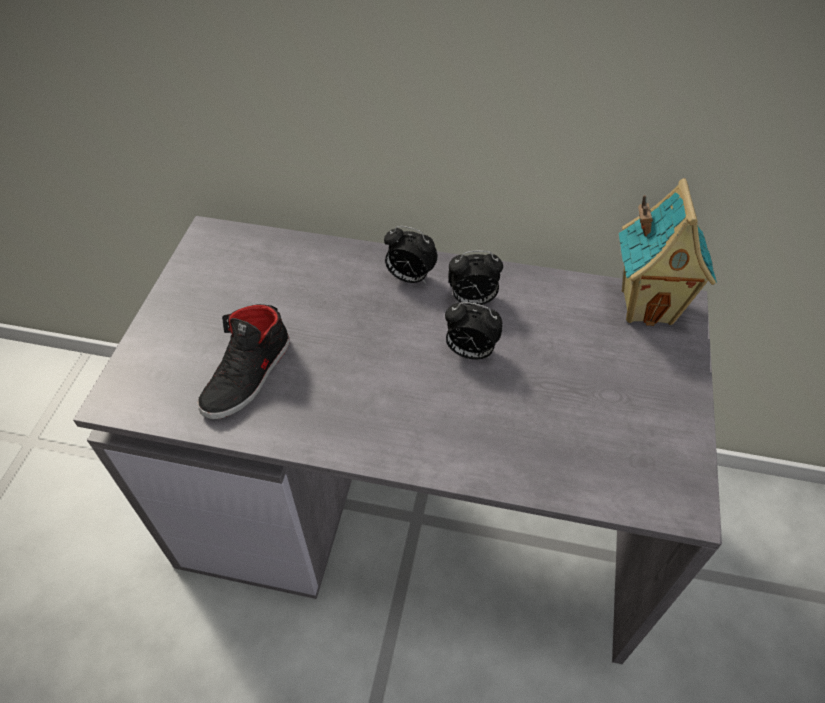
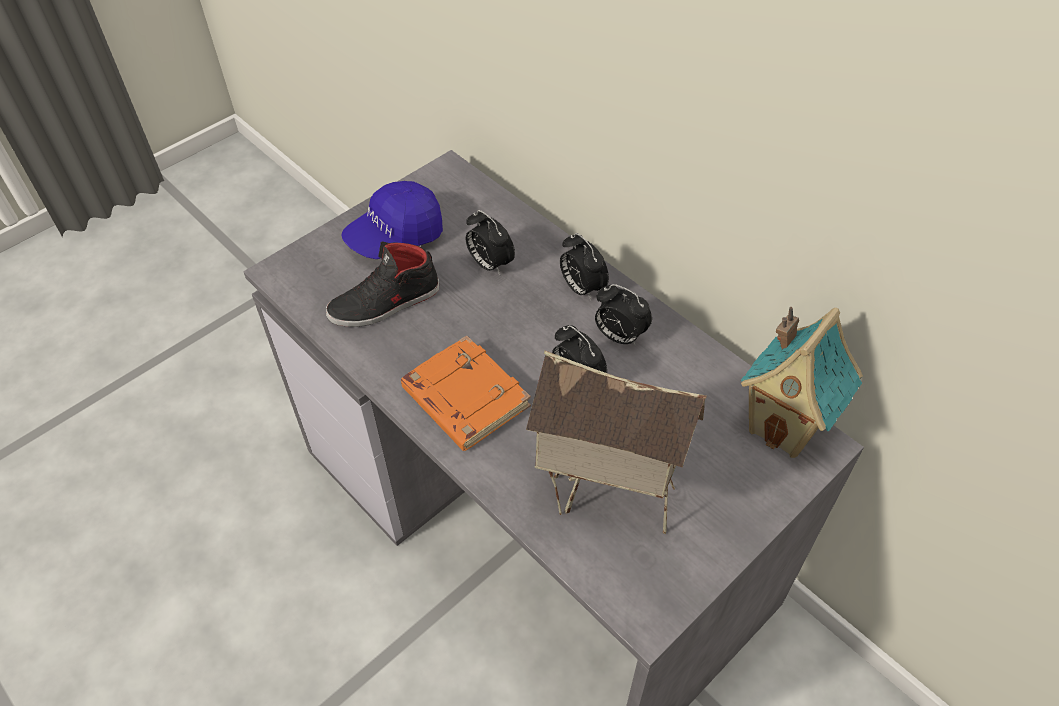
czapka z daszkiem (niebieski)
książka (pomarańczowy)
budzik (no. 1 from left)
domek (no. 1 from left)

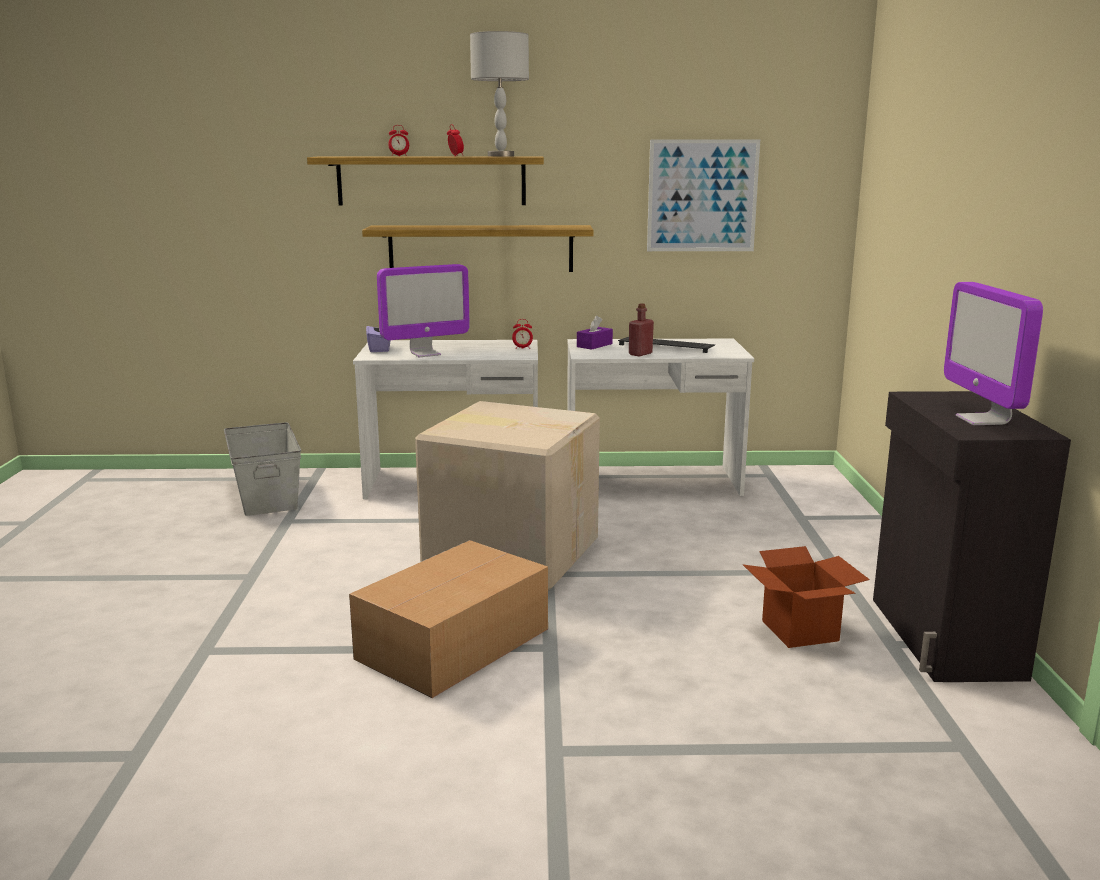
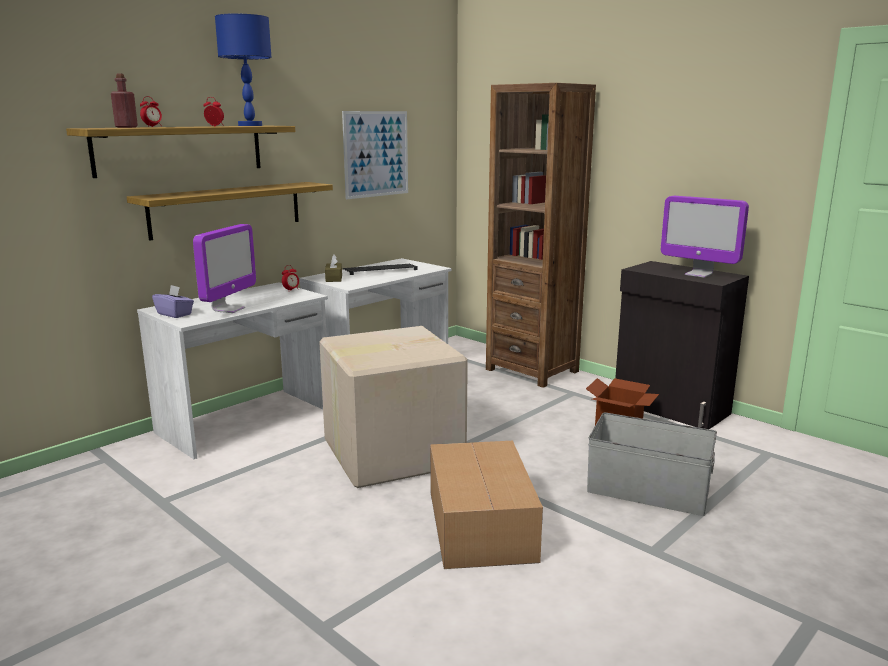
pojemnik do przechowywania (szary)
lampa stołowa (niebieski)
pudełko chusteczek (brązowy)
butelka (czerwony)
regał (brązowy)

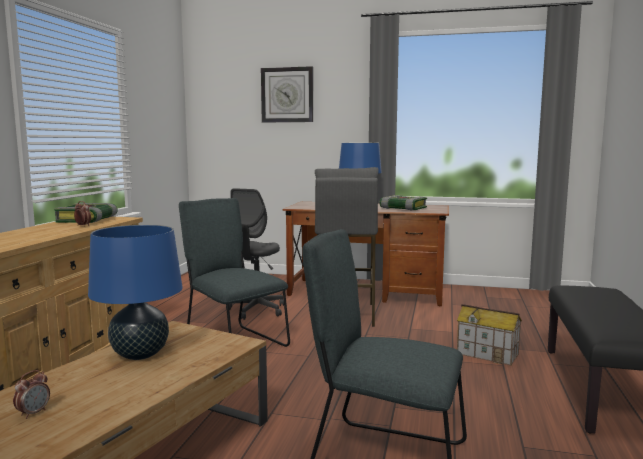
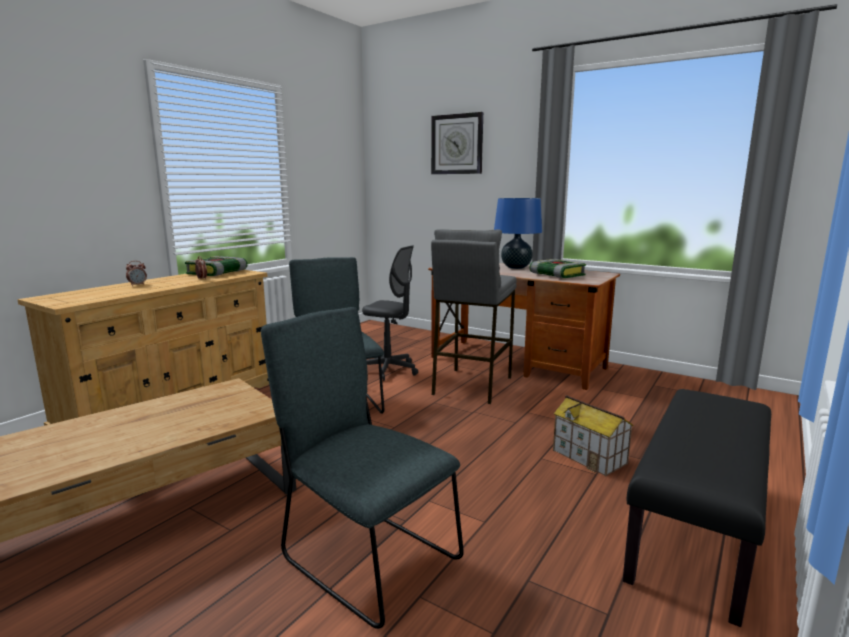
budzik (no. 1 from left)
lampa stołowa (niebieski) (no. 1 from left in the first image)
krzesło biurowe (szary)

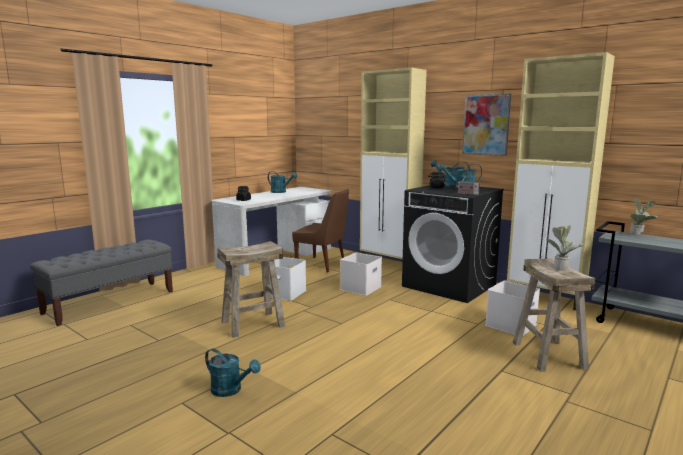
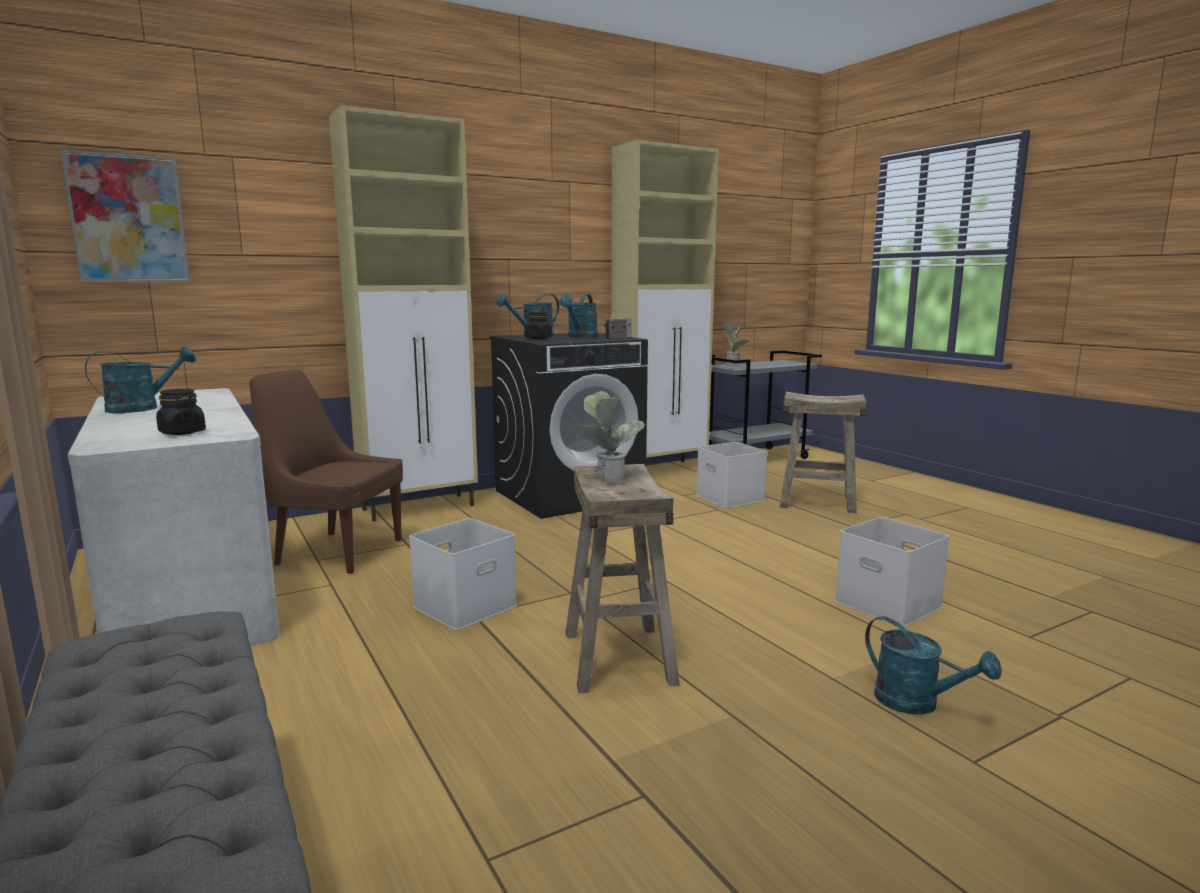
konewka (turkusowy) (no. 4 from left)
krzesło (brązowy)
pojemnik do przechowywania (biały) (no. 3 from left)
obraz
roślina doniczkowa (no. 1 from left)

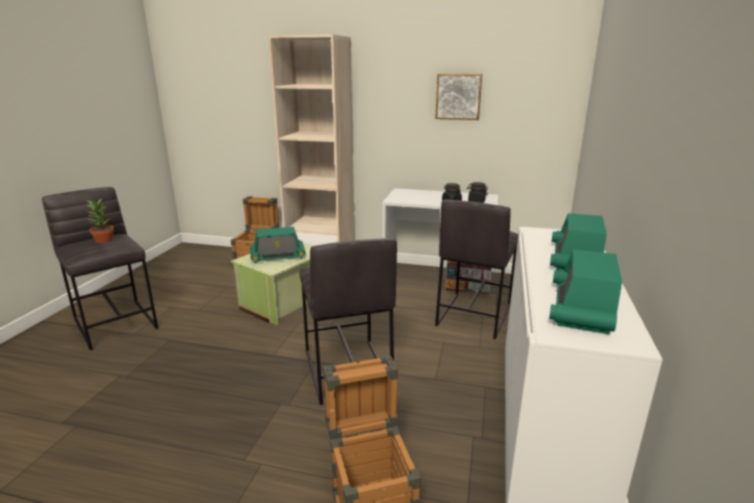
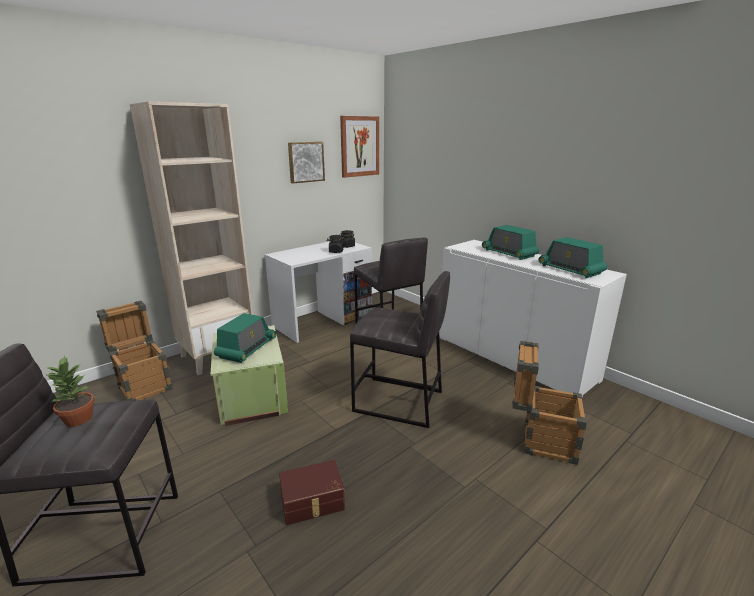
pojemnik do przechowywania (brązowy)
obraz (no. 2 from left)

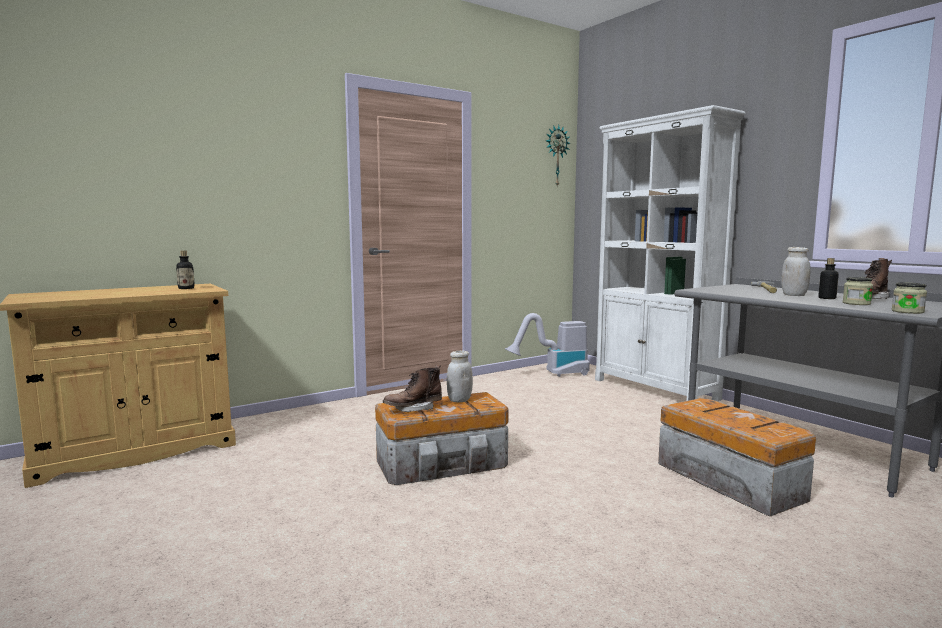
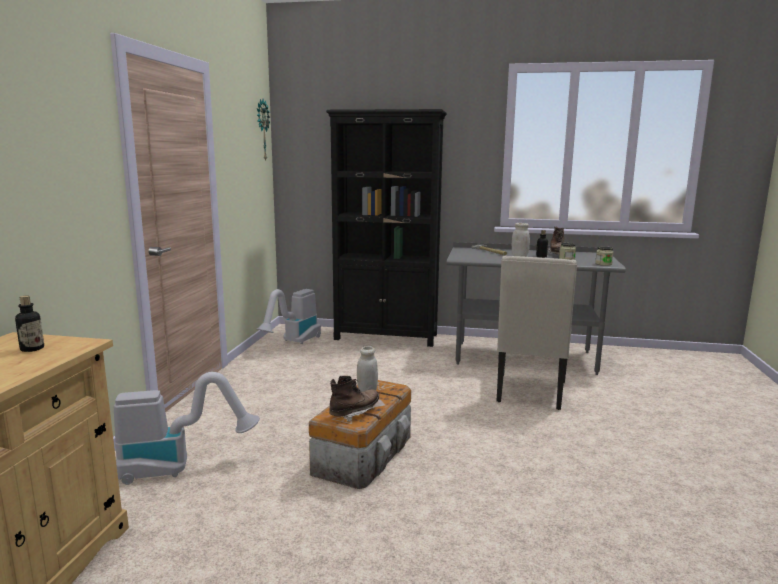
but z cholewką (brązowy) (no. 1 from left)
regał (czarny)
krzesło (beżowy)
odkurzacz (no. 1 from left)

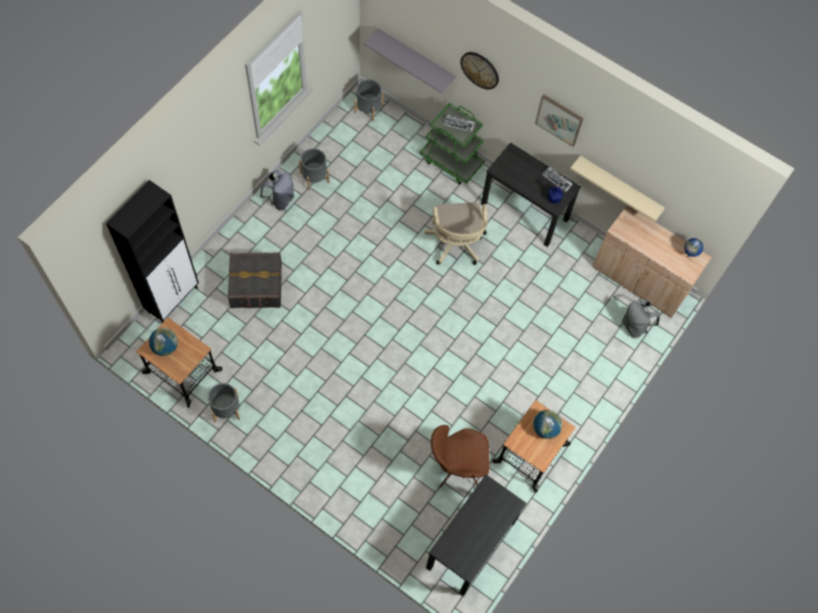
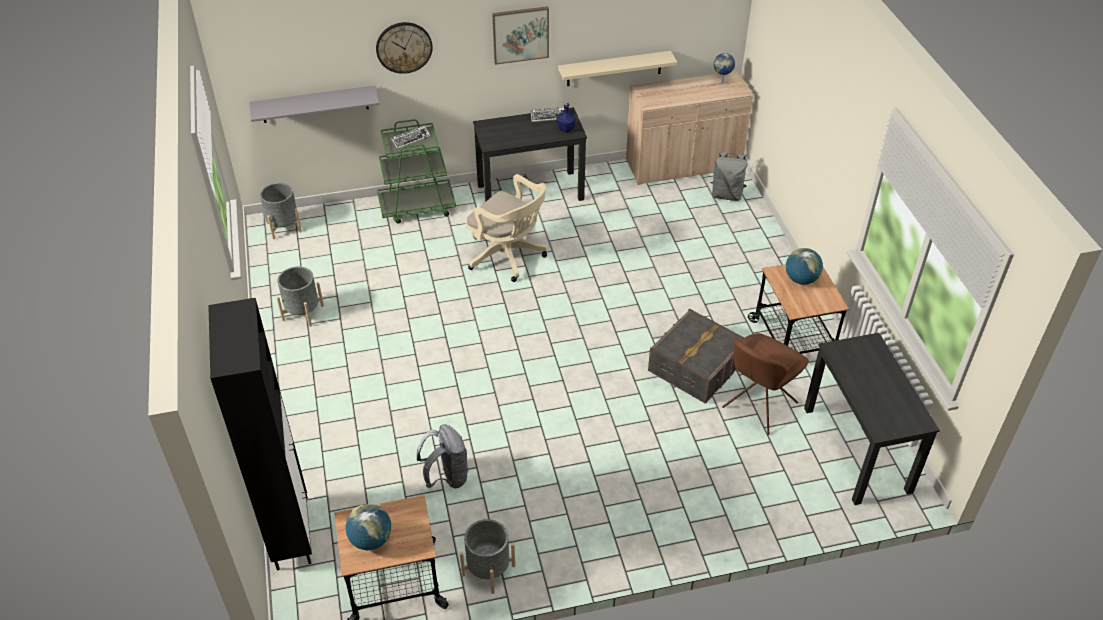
pojemnik do przechowywania (szary)
plecak (szary) (no. 1 from left)

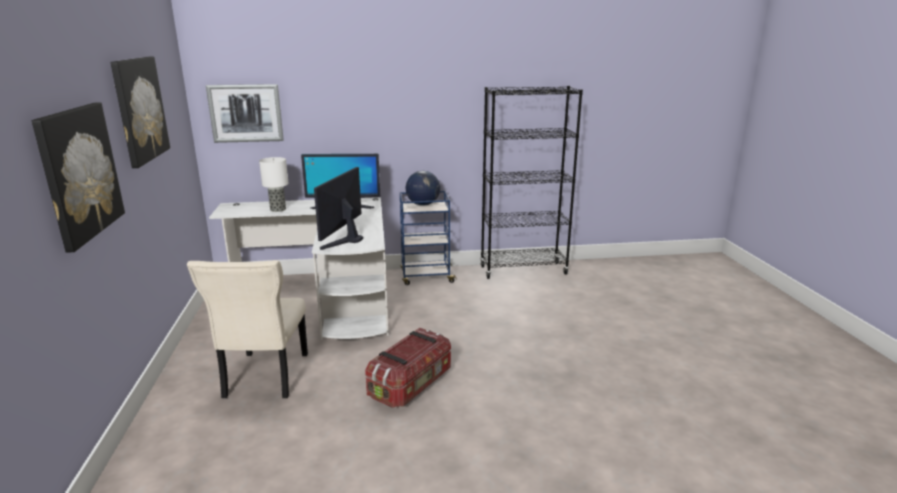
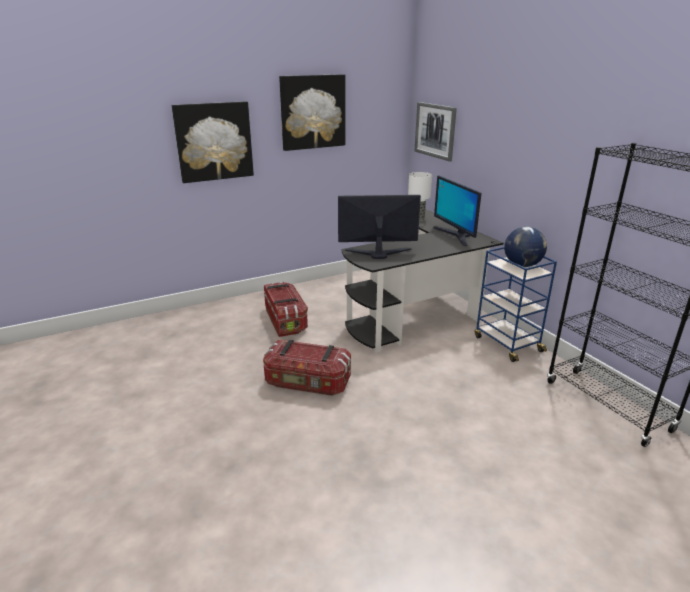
pojemnik do przechowywania (no. 1 from left)
biurko (czarny)

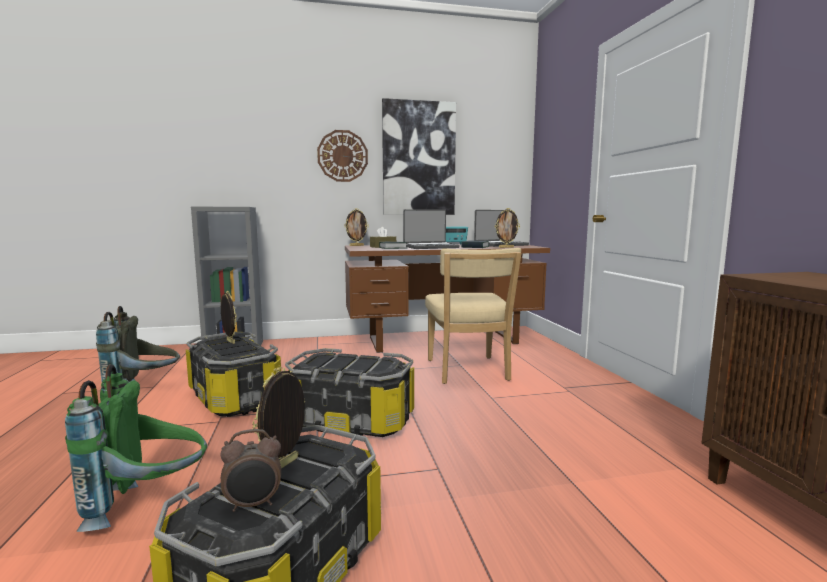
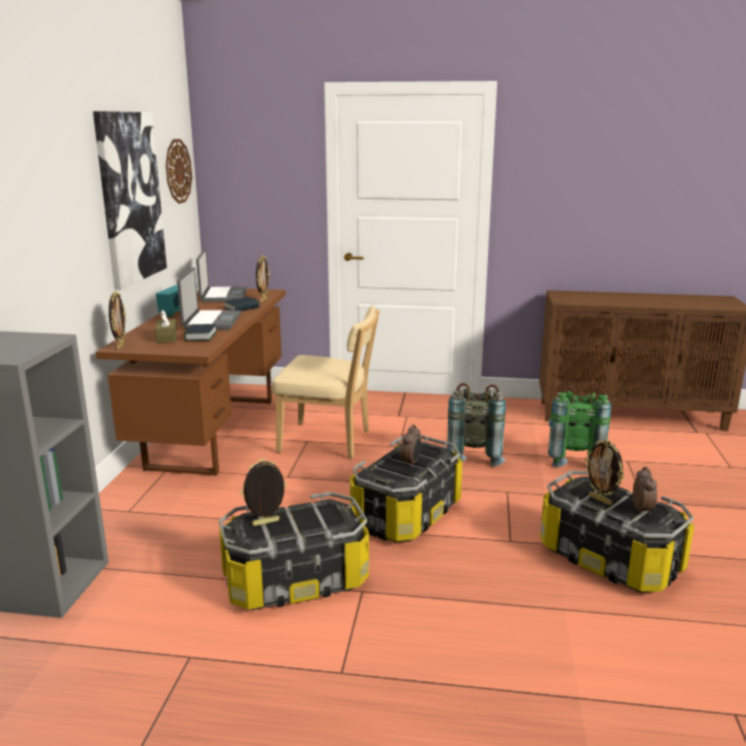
plecak (zielony)
plecak (szary)
zegar ścienny
budzik (no. 1 from left)

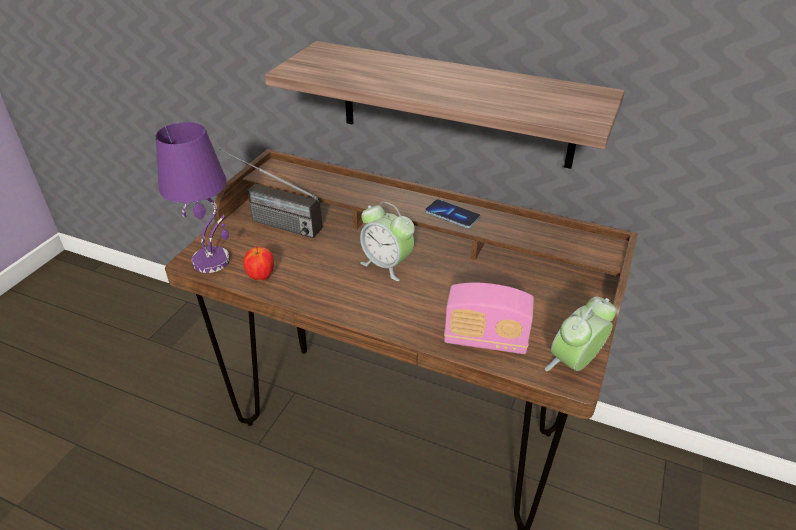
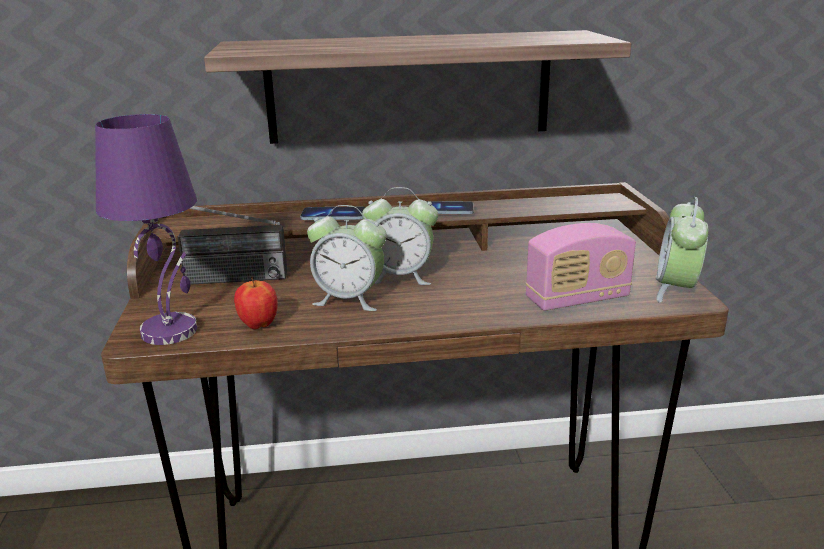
telefon (no. 1 from left)
budzik (no. 1 from left)

